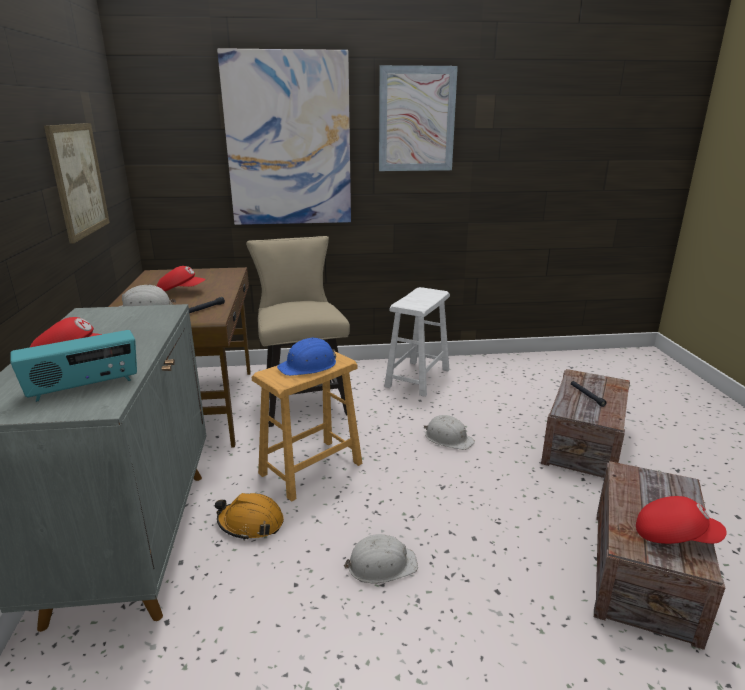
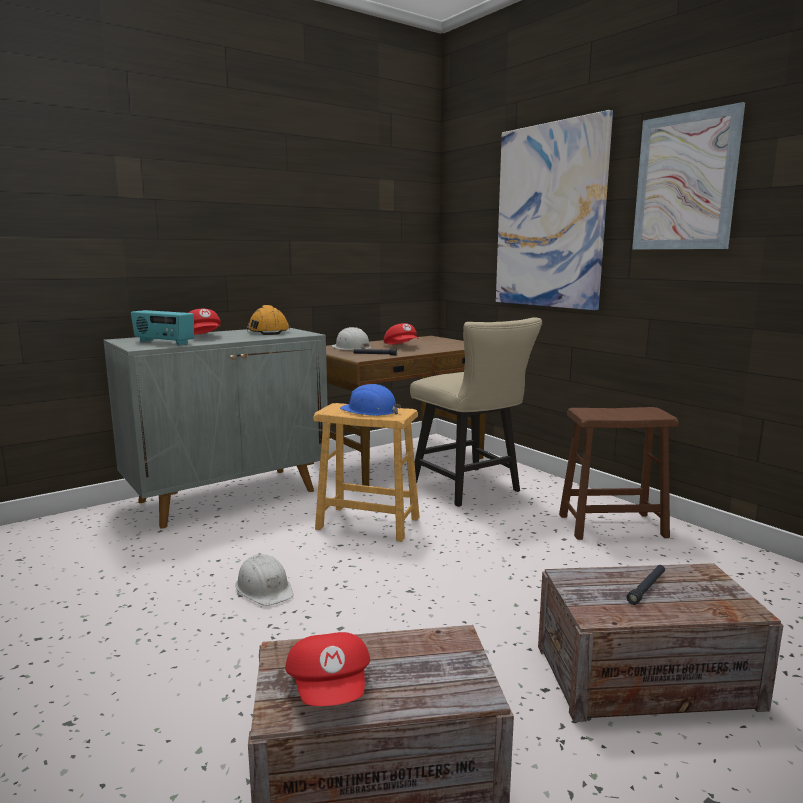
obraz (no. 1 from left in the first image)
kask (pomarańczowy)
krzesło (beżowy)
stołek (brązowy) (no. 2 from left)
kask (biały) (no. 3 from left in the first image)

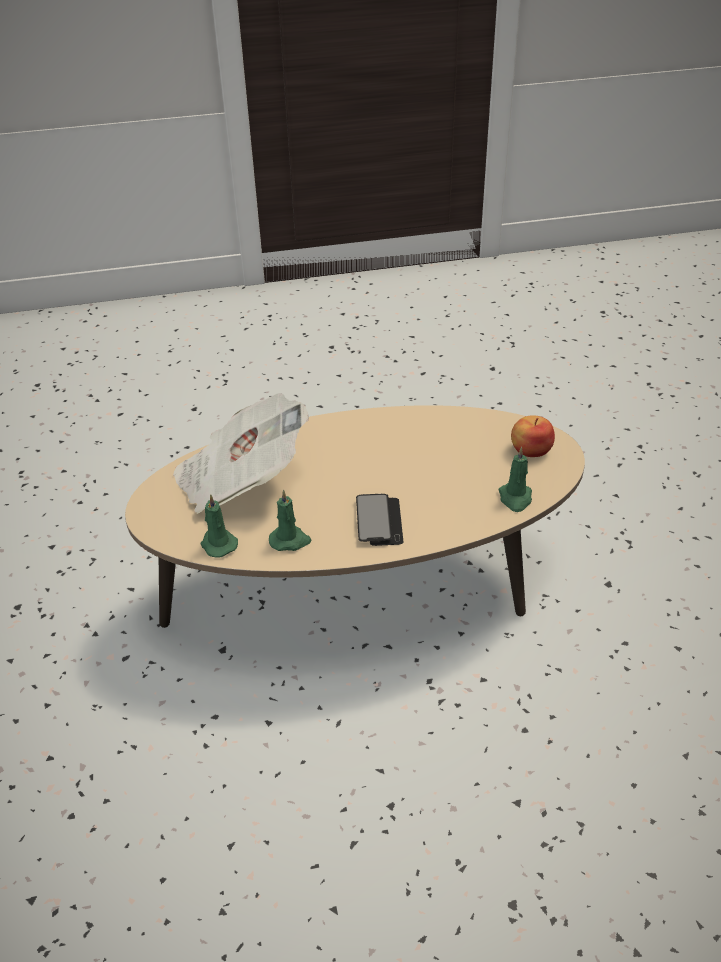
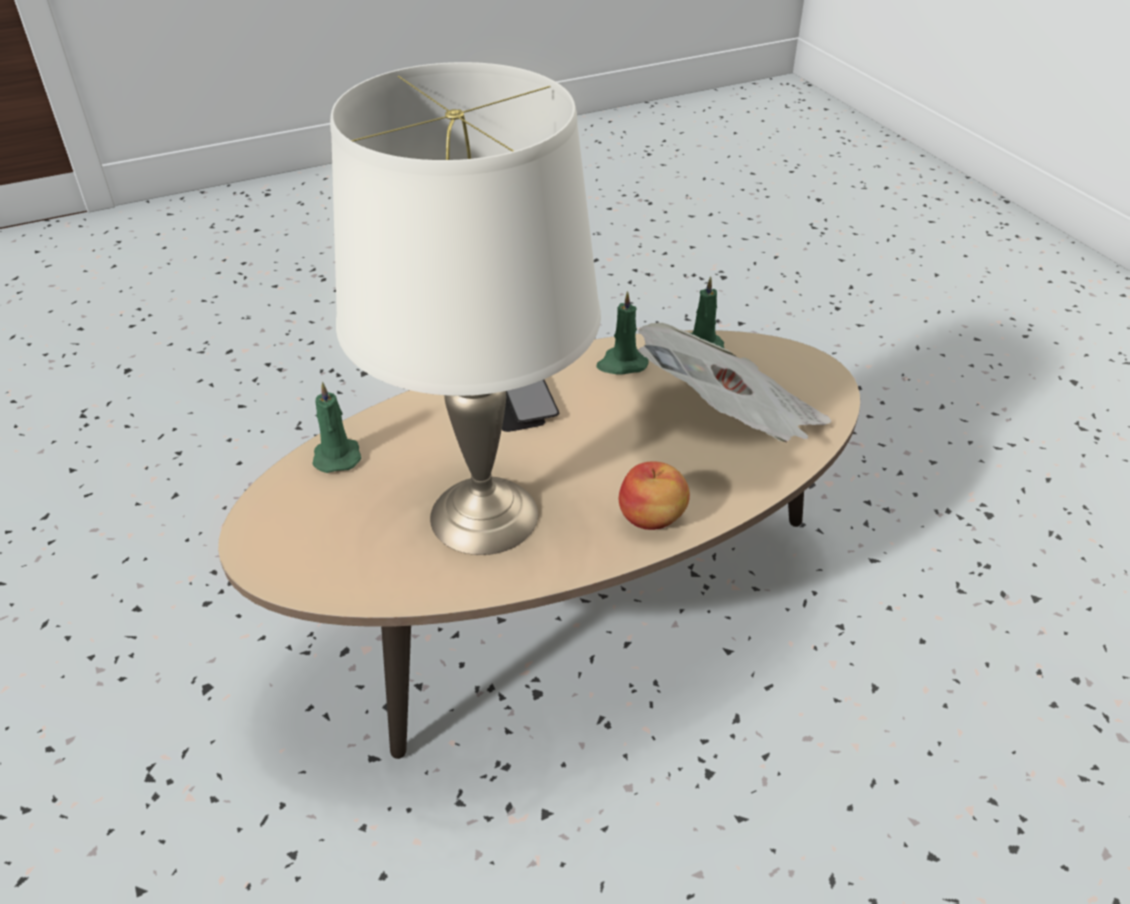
jabłko
lampa stołowa (biały)

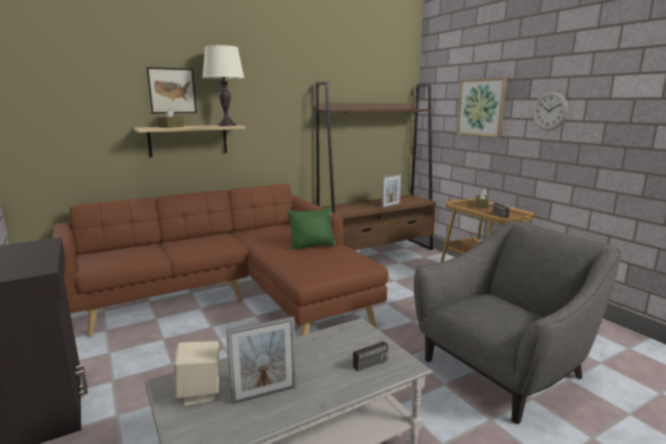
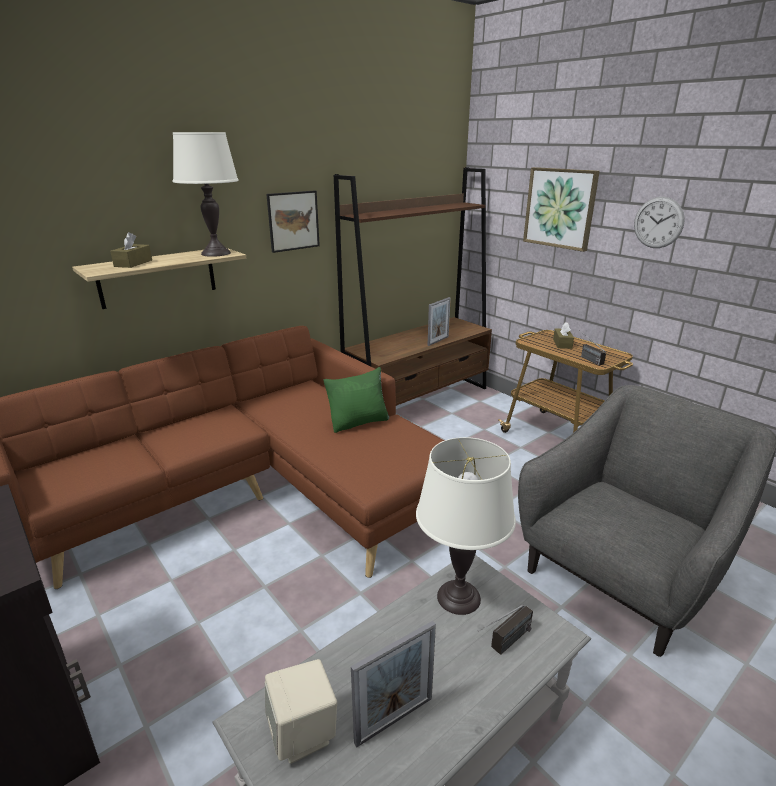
obraz (no. 1 from left)
lampa stołowa (biały) (no. 2 from left)

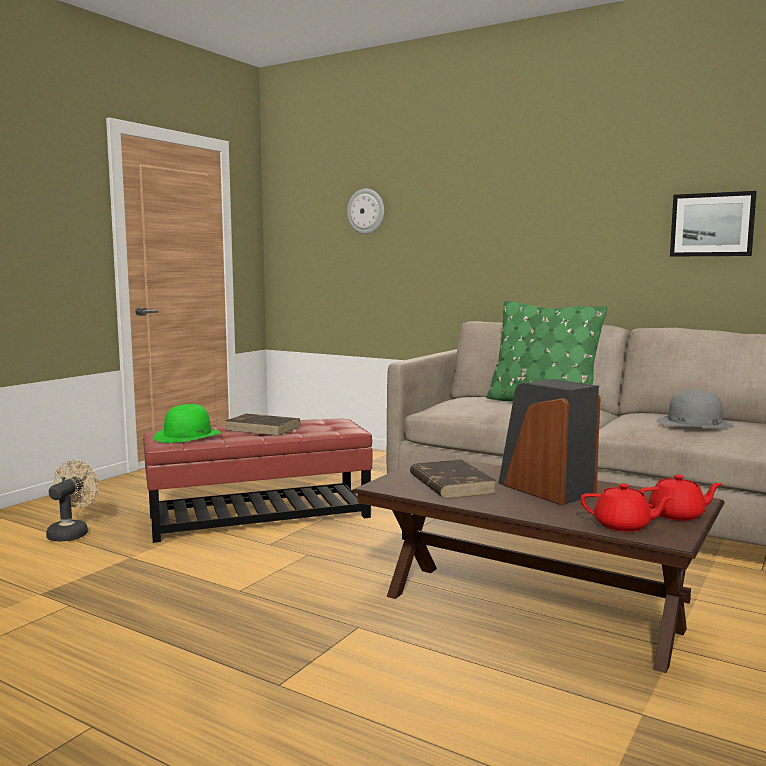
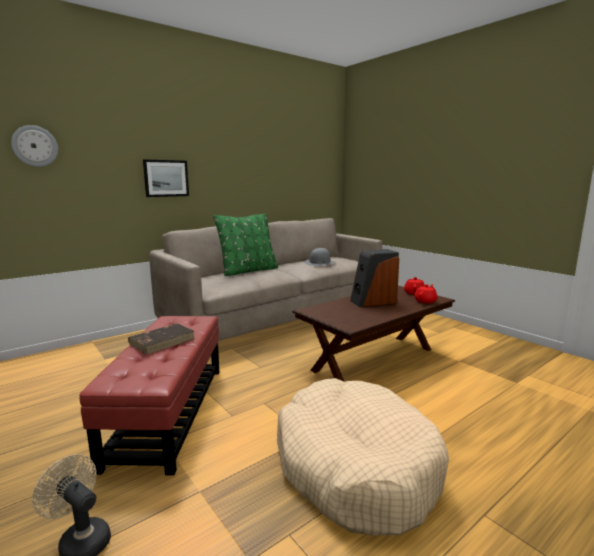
kapelusz (zielony)
książka (brązowy) (no. 2 from left in the first image)
obraz
legowisko (beżowy)

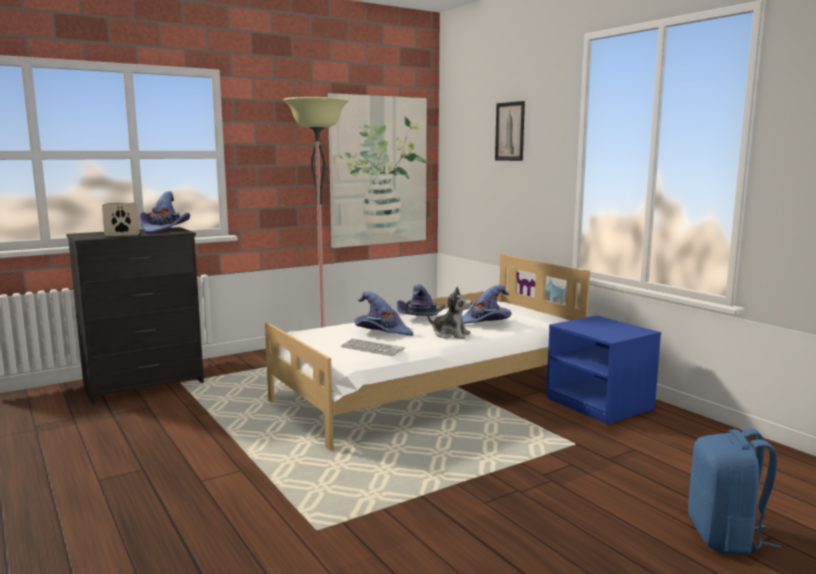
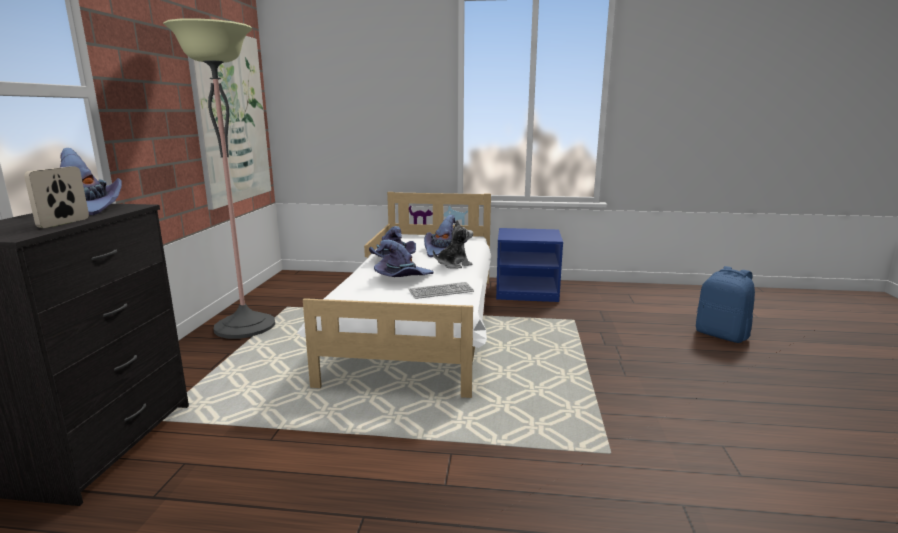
obraz (no. 2 from left in the first image)

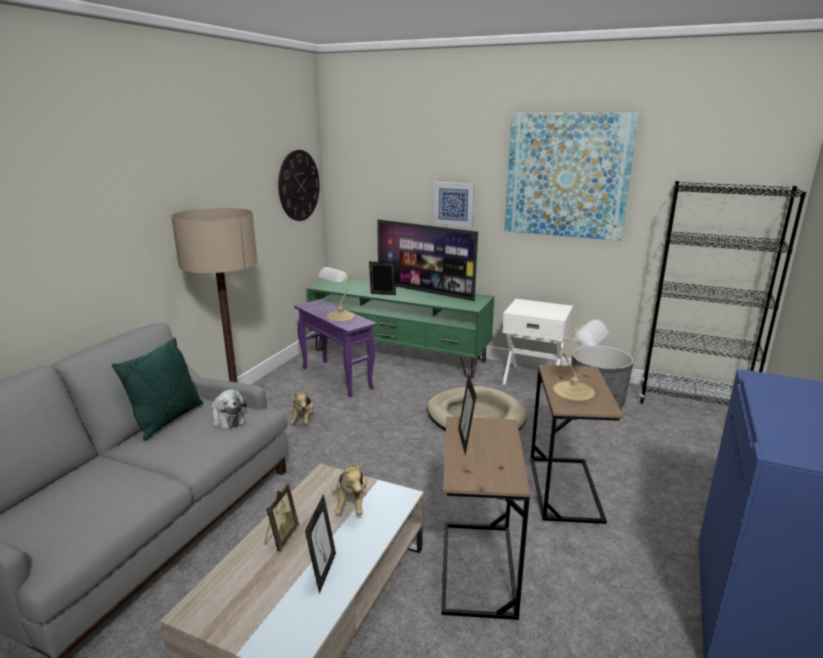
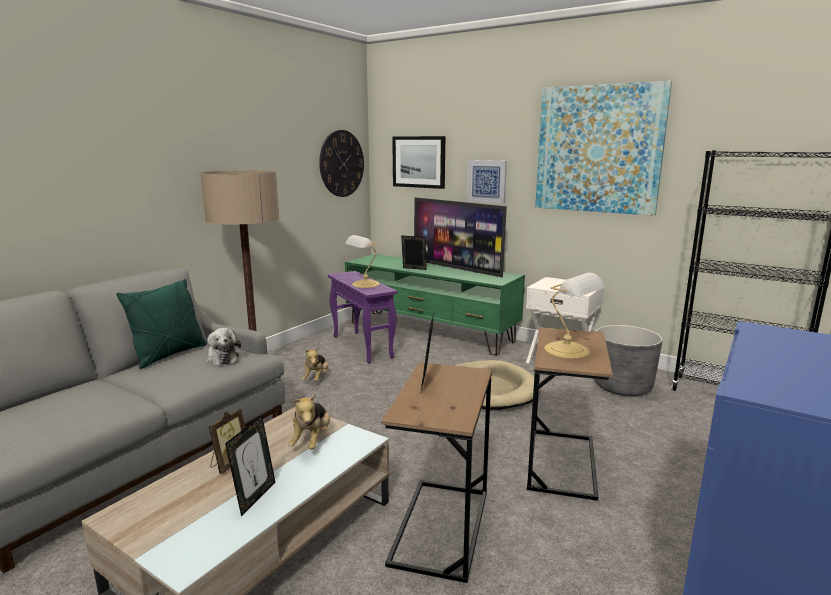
obraz (no. 1 from left)

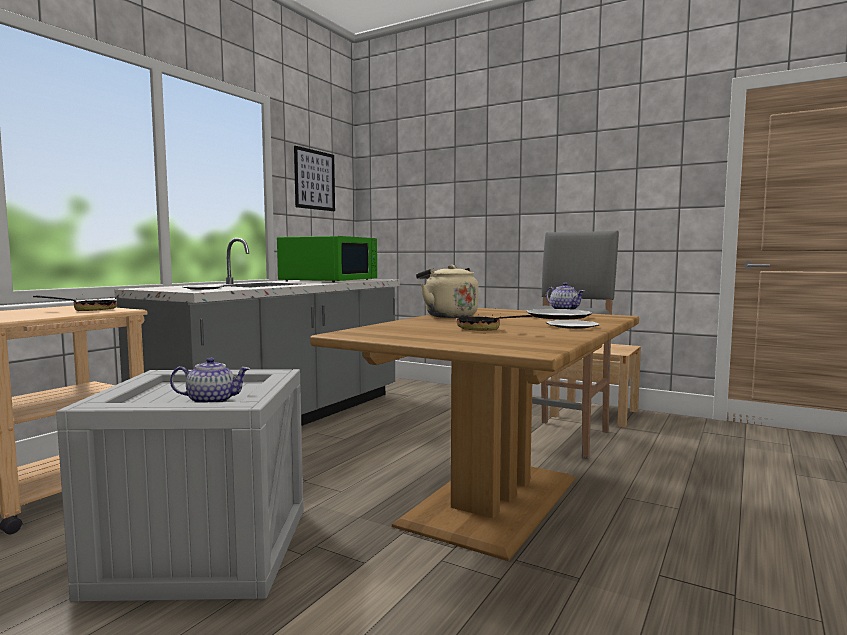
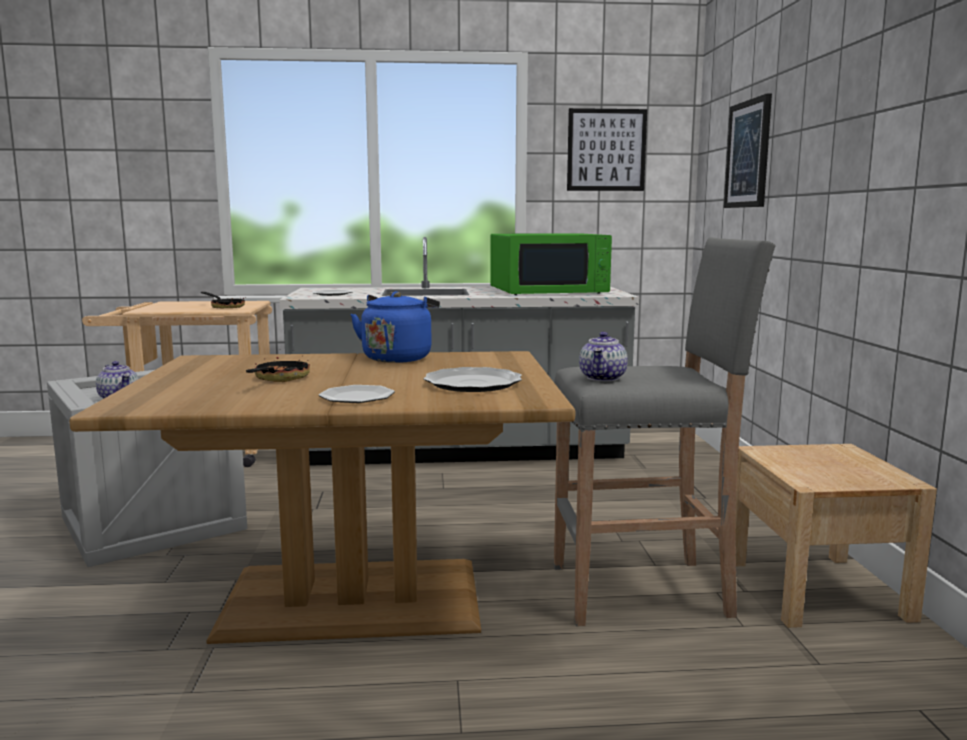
czajnik (niebieski)
obraz (no. 2 from left)

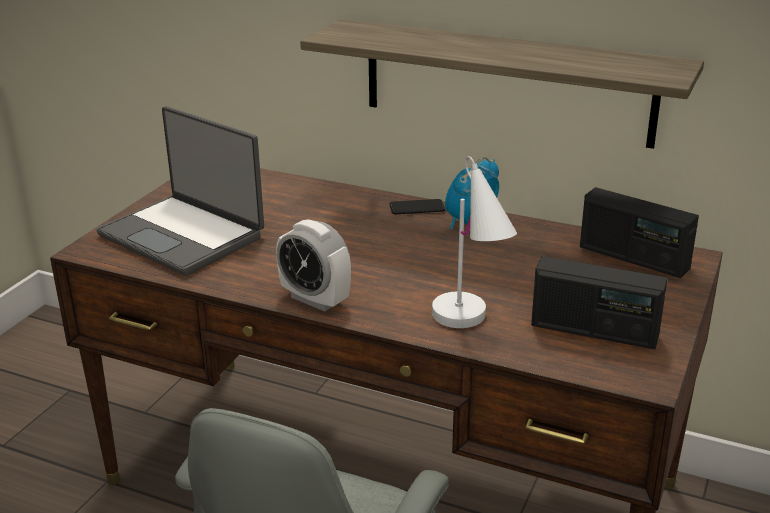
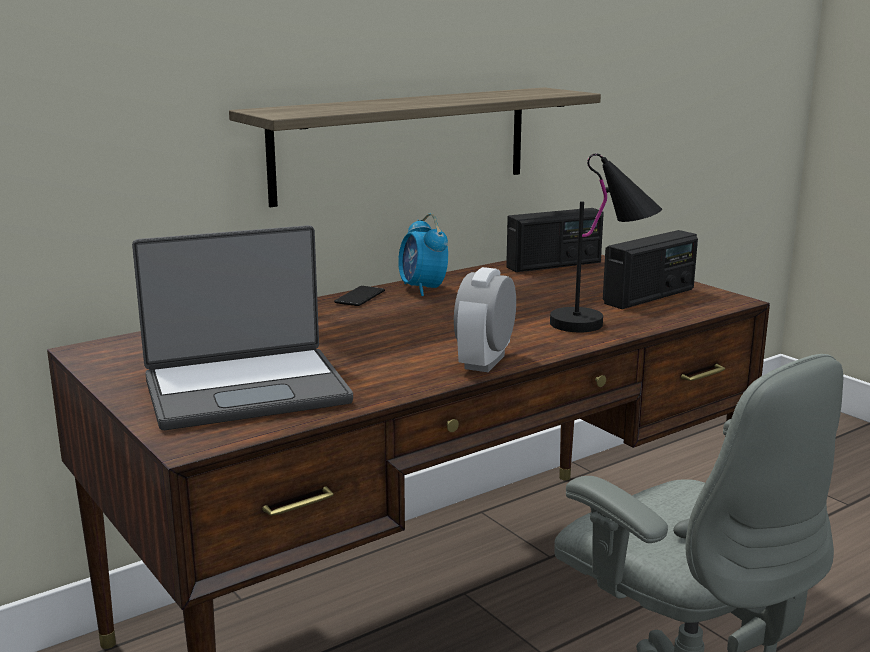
budzik (no. 2 from left)
lampa stołowa (czarny)

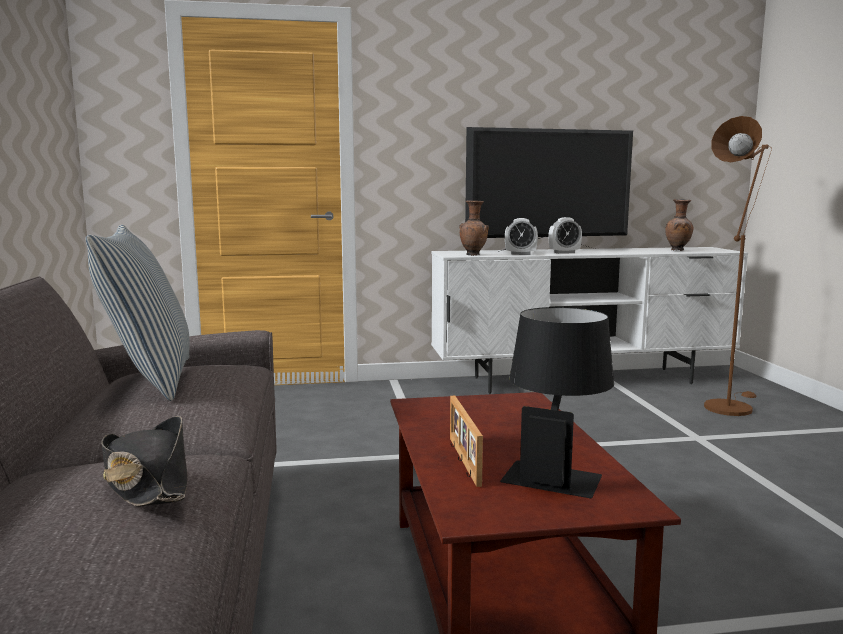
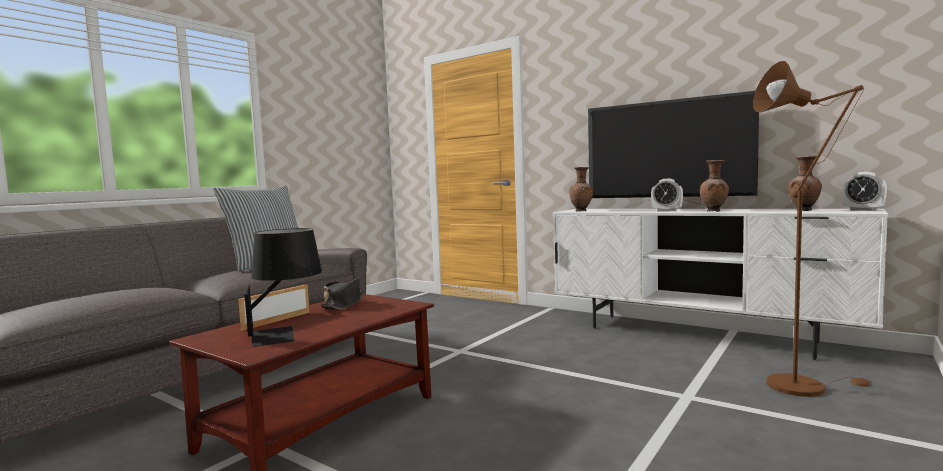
kapelusz (czarny)
budzik (no. 2 from left)
wazon (brązowy) (no. 2 from left)

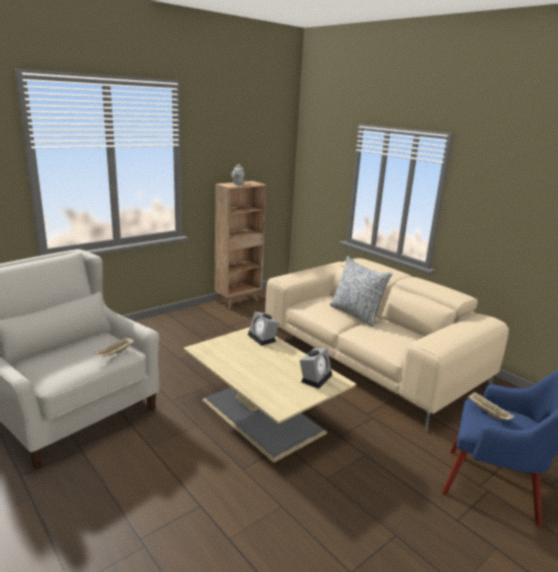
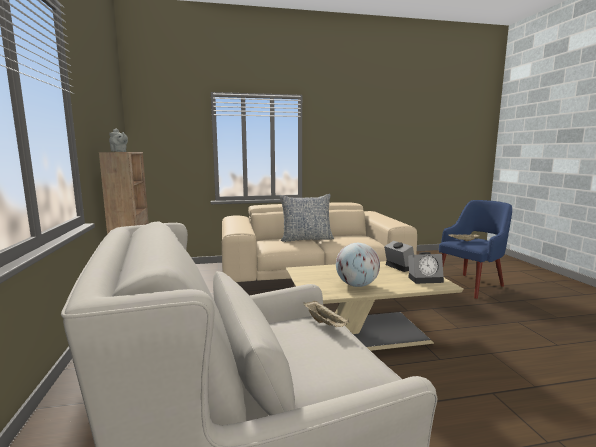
budzik (no. 2 from left)
globus

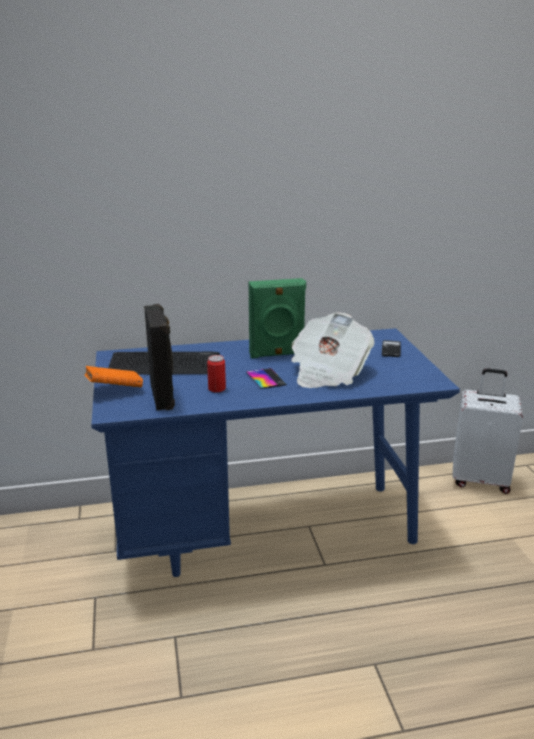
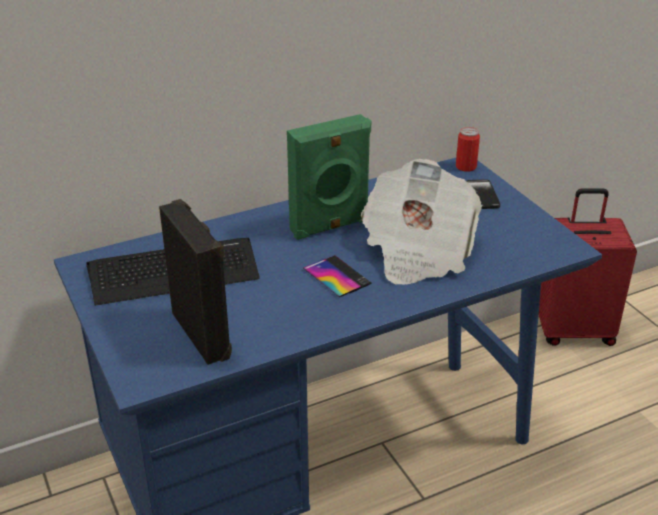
książka (pomarańczowy)
puszka
walizka (czerwony)

